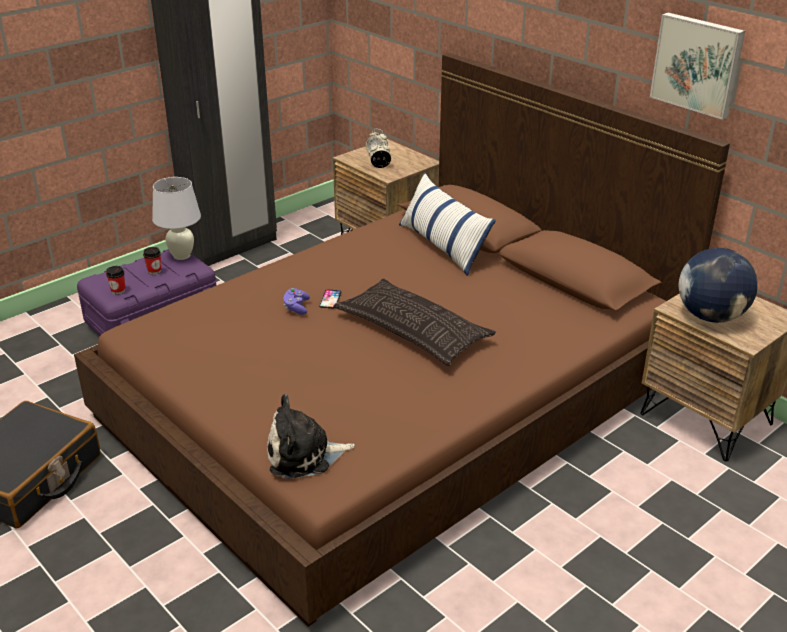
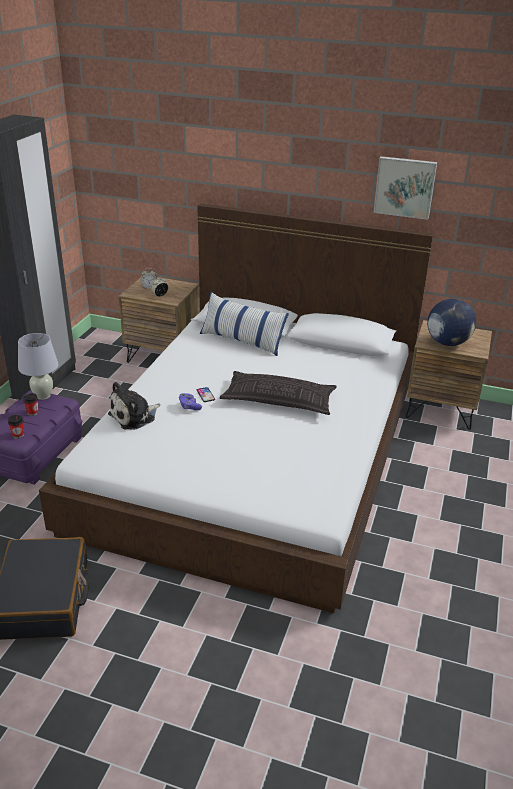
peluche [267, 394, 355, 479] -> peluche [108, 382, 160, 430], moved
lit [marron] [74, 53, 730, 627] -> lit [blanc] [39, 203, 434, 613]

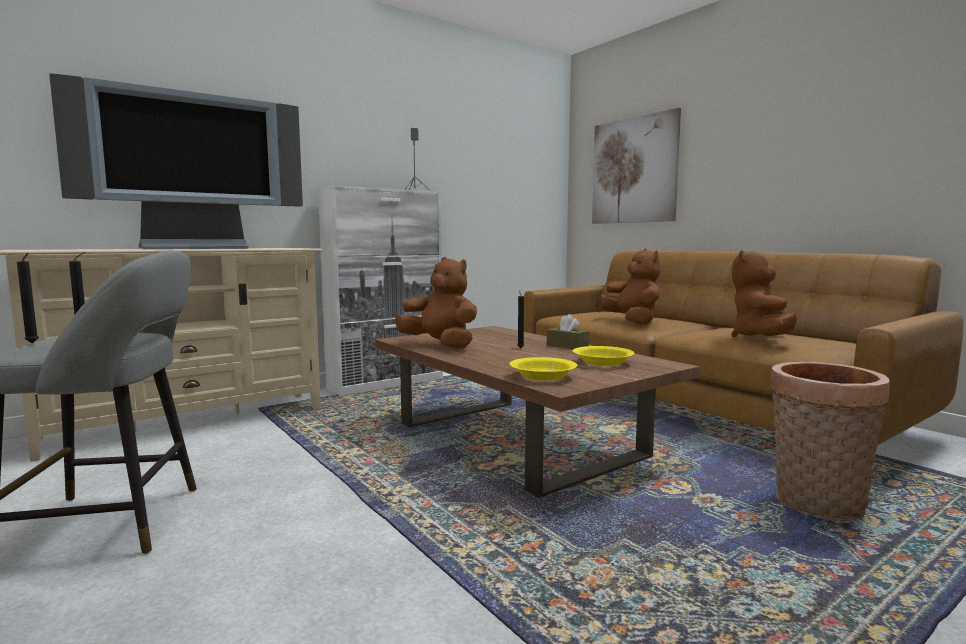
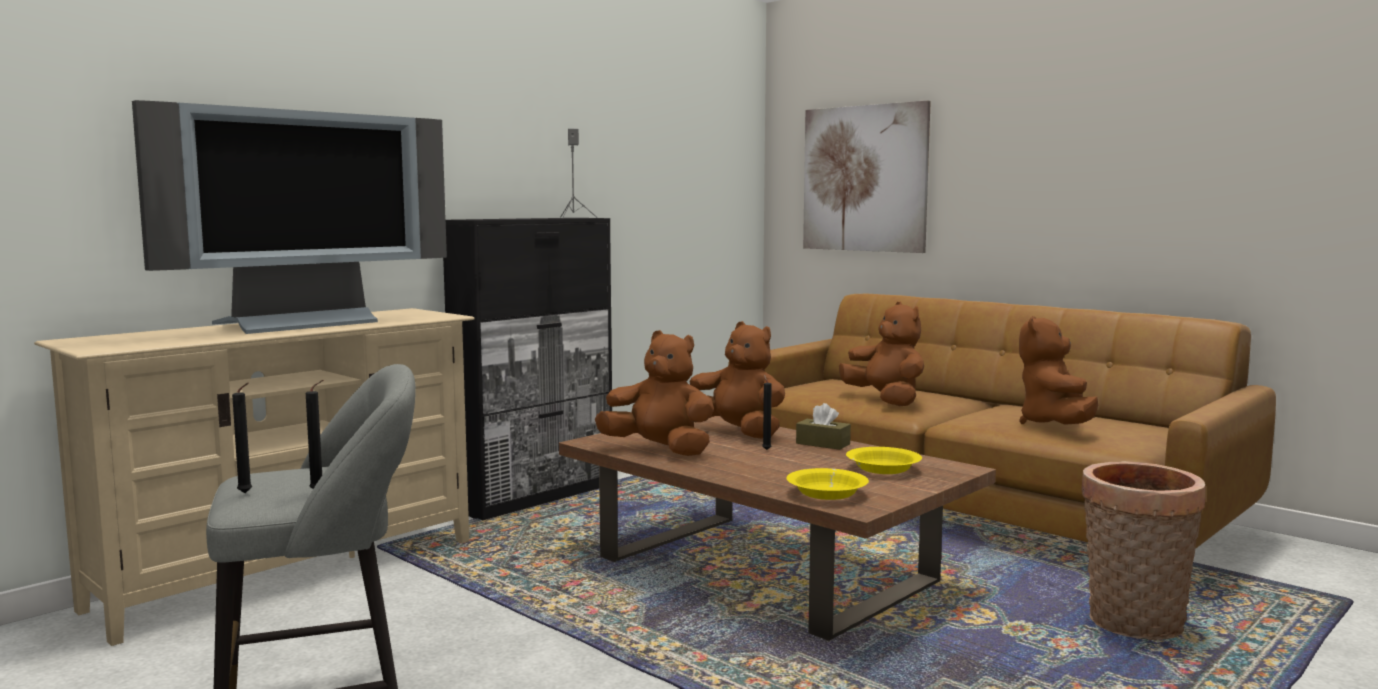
none -> peluche [marron] [689, 321, 785, 439]
meuble de rangement [blanc] [318, 185, 443, 396] -> meuble de rangement [noir] [443, 218, 612, 520]

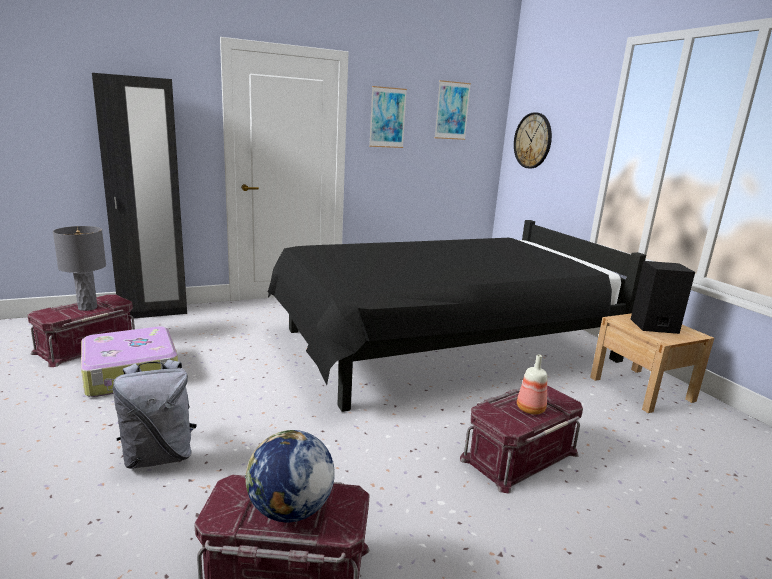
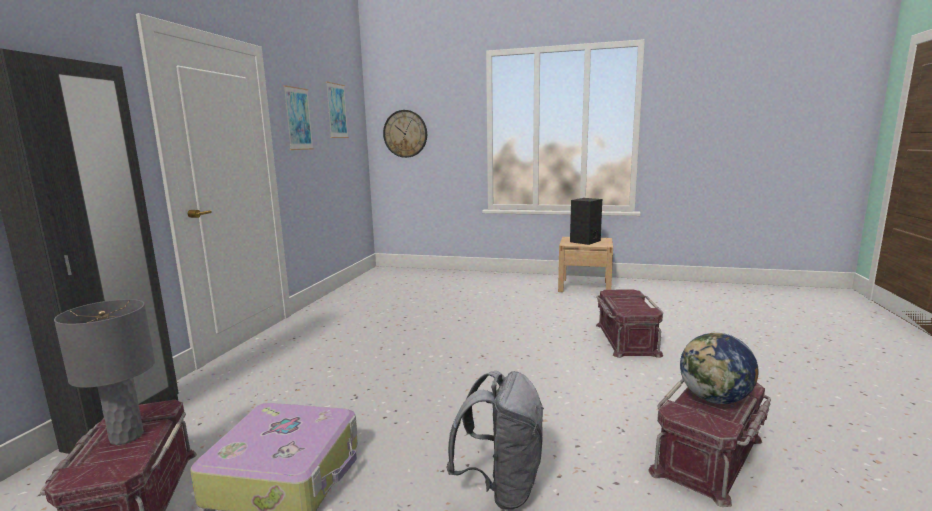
lit [noir] [268, 220, 646, 412] -> none
bouteille [517, 354, 547, 414] -> none

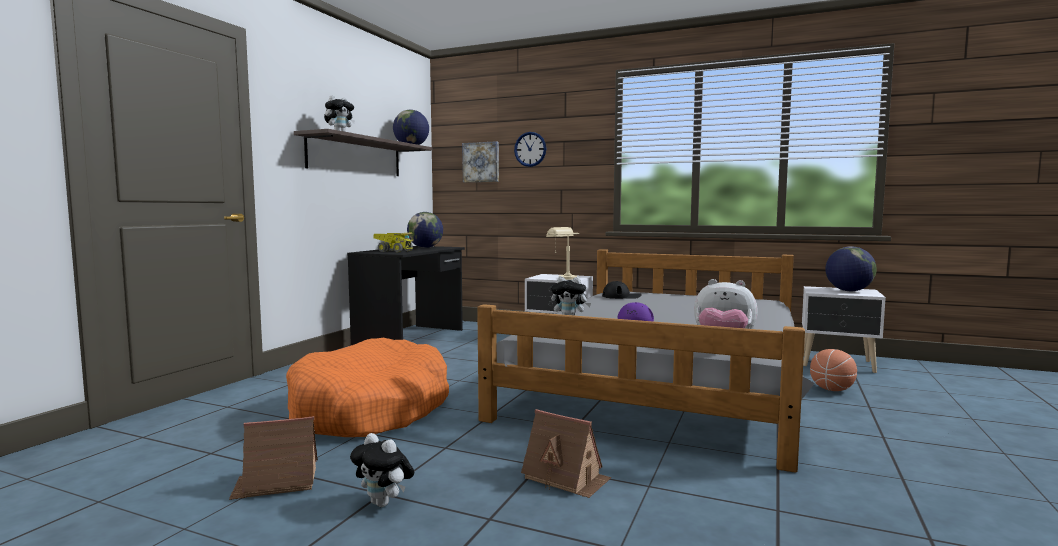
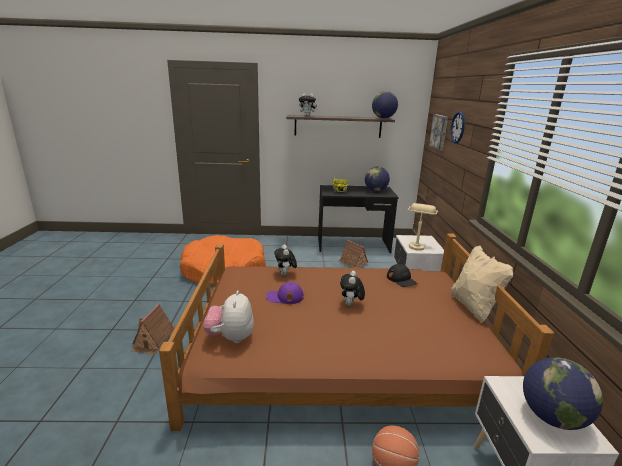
none -> coussin [beige] [451, 245, 513, 323]
maison miniature [229, 416, 318, 500] -> maison miniature [338, 240, 368, 268], moved
peluche [350, 433, 414, 507] -> peluche [340, 271, 365, 306], moved
lit [gris] [477, 249, 815, 473] -> lit [marron] [159, 233, 554, 431]

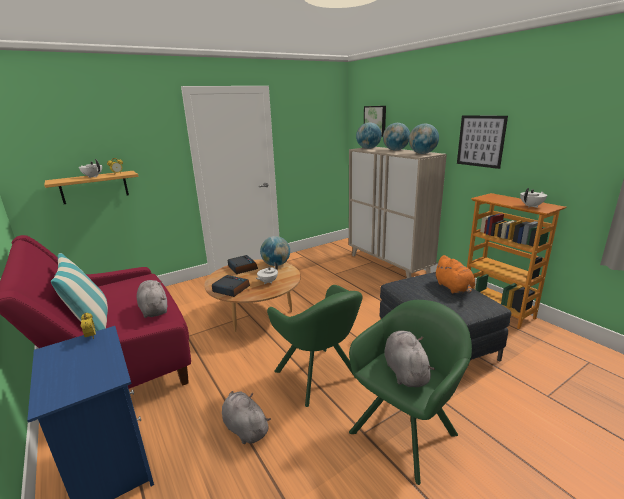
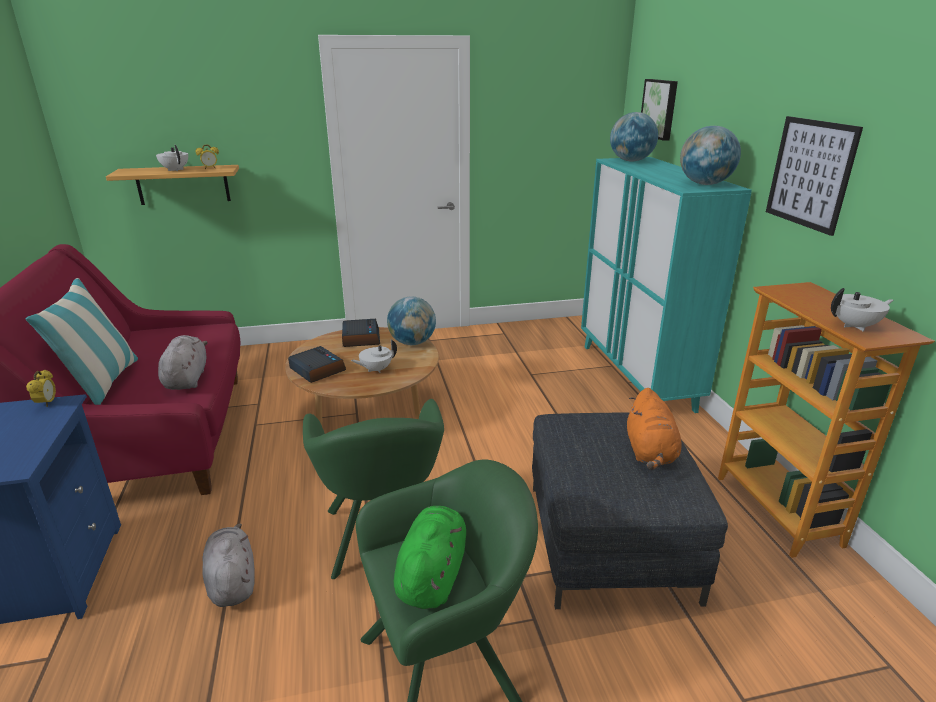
globe [383, 123, 410, 151] -> none
meuble de rangement [beige] [349, 147, 447, 278] -> meuble de rangement [turquoise] [581, 157, 752, 413]
peluche [gris] [384, 330, 435, 387] -> peluche [vert] [394, 506, 466, 609]

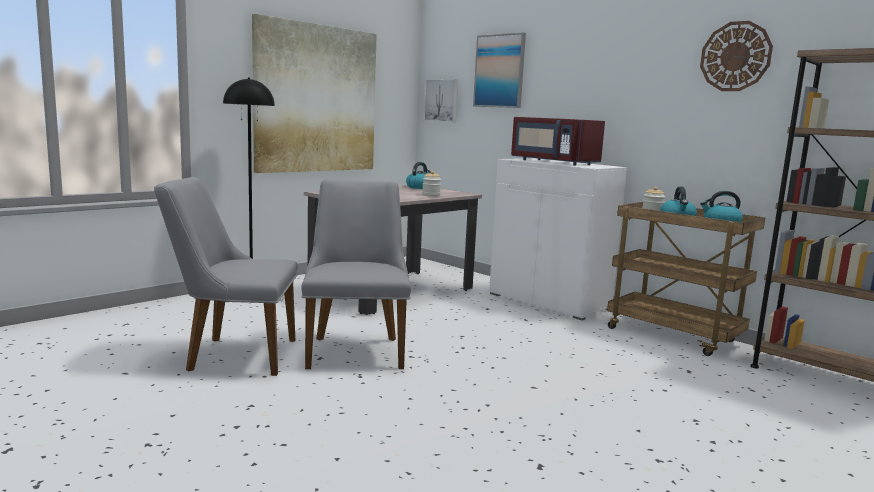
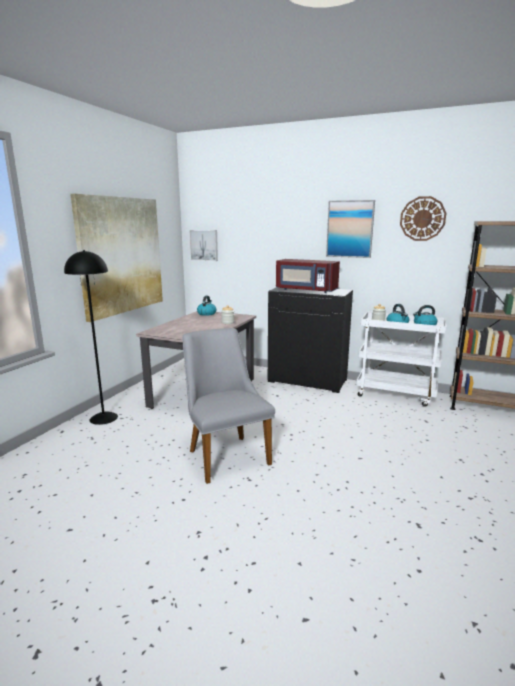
chaise [gris] [154, 177, 298, 376] -> none
tableau [473, 33, 526, 108] -> tableau [326, 200, 375, 258], moved
meuble de rangement [blanc] [489, 158, 627, 320] -> meuble de rangement [noir] [268, 288, 353, 393]
chariot [marron] [607, 202, 765, 356] -> chariot [blanc] [356, 311, 446, 407]

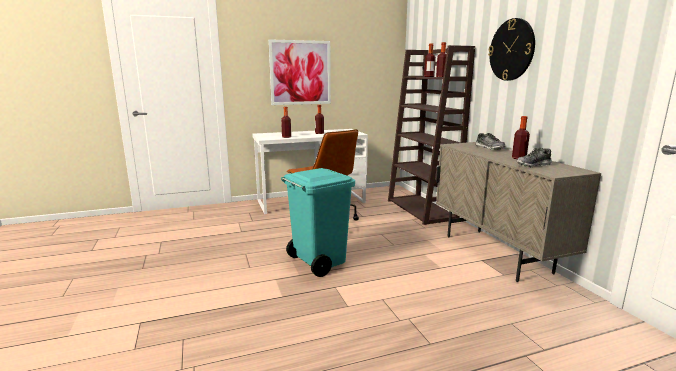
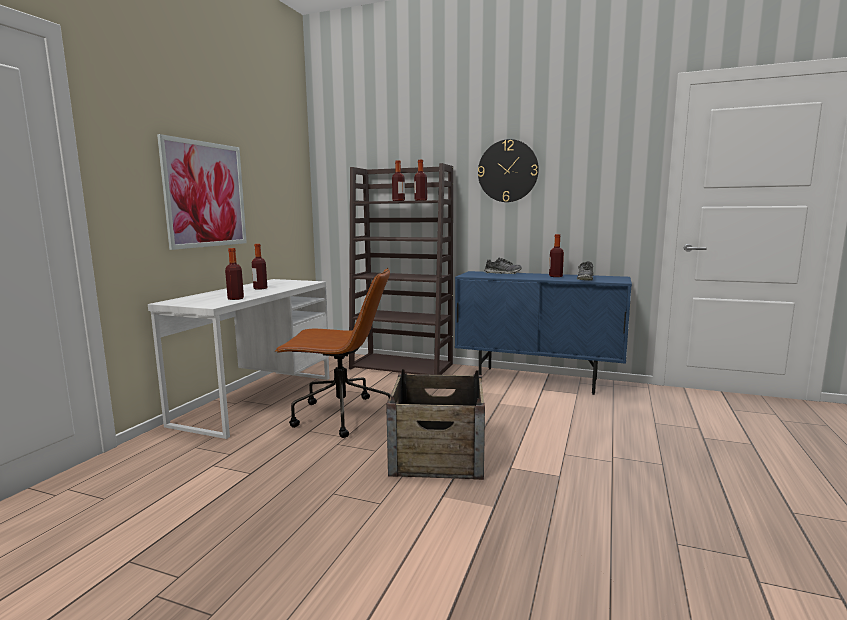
poubelle [turquoise] [281, 168, 355, 277] -> caisse [386, 369, 485, 480]
meuble de rangement [beige] [436, 142, 601, 282] -> meuble de rangement [bleu] [455, 271, 632, 395]

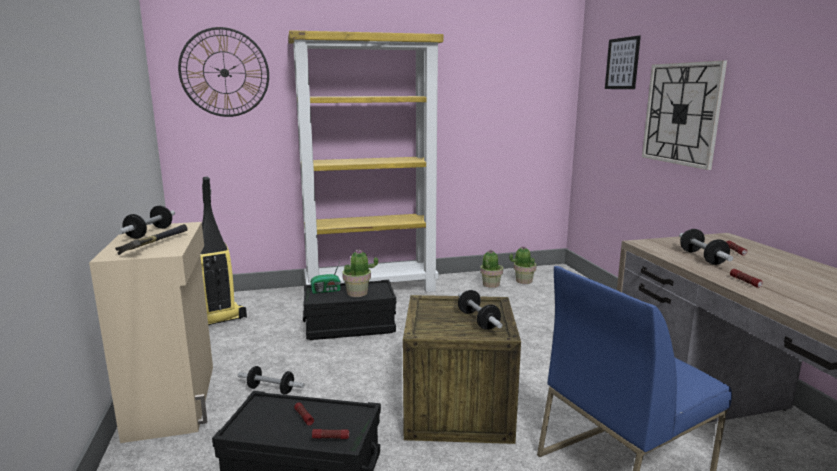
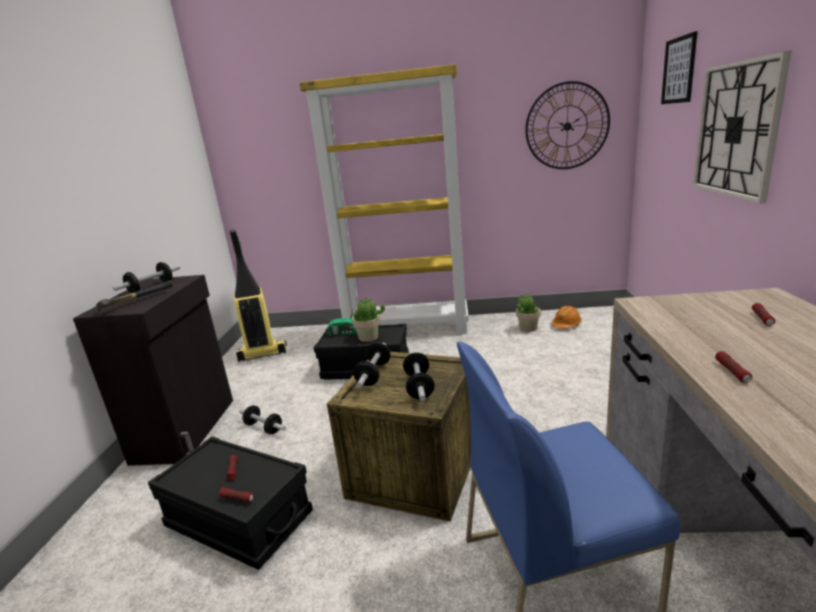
horloge murale [178, 27, 269, 117] -> horloge murale [525, 81, 610, 169], moved
haltère [679, 229, 733, 265] -> haltère [353, 342, 391, 388], moved
plante en pot [509, 246, 537, 284] -> casque de chantier [orange] [551, 306, 582, 329]
meuble de rangement [beige] [89, 222, 213, 443] -> meuble de rangement [noir] [73, 275, 233, 466]

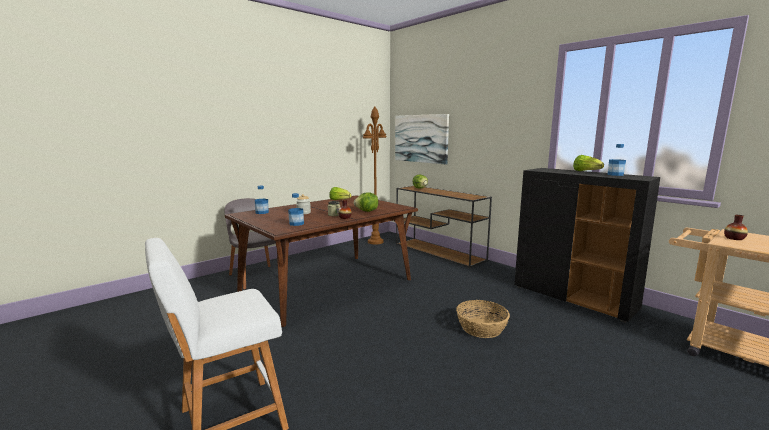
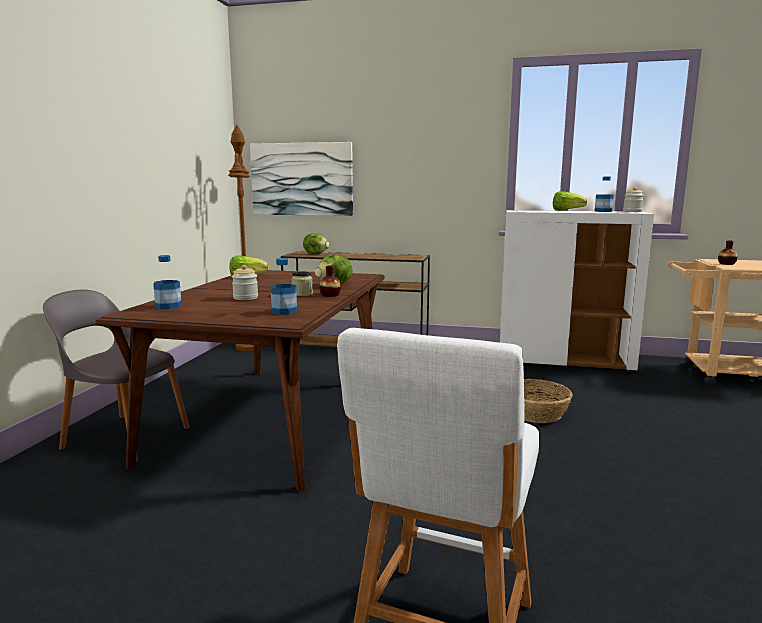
none -> bocal [623, 187, 644, 212]
meuble de rangement [noir] [514, 168, 660, 322] -> meuble de rangement [blanc] [500, 210, 654, 372]

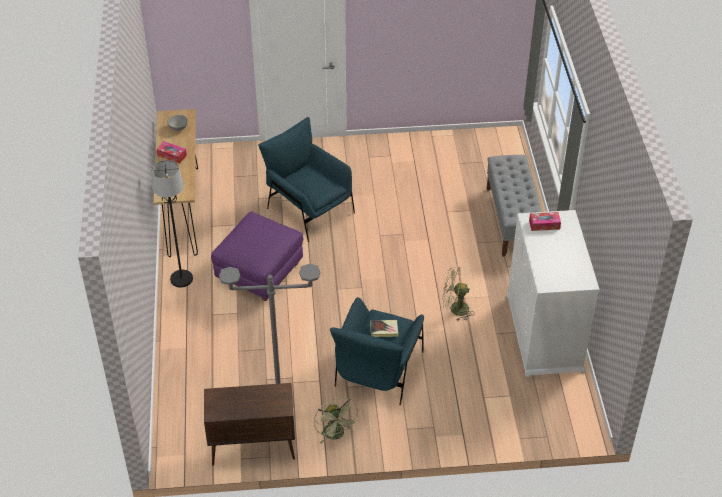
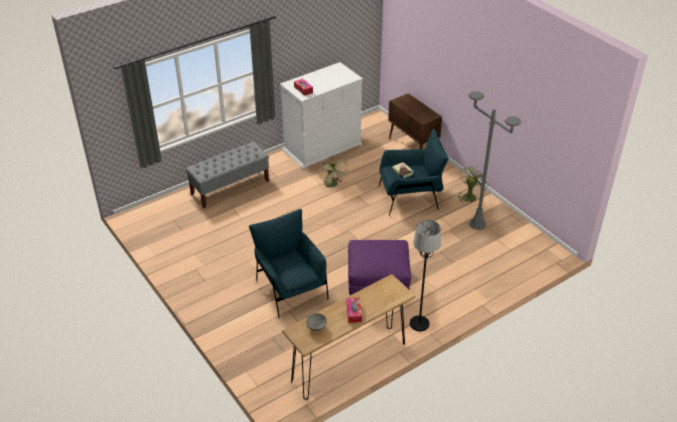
meuble de rangement [marron] [204, 383, 295, 466] -> meuble de rangement [marron] [388, 93, 442, 149], moved
fauteuil [bleu] [258, 117, 355, 242] -> fauteuil [bleu] [249, 209, 329, 318], 135 degrees clockwise

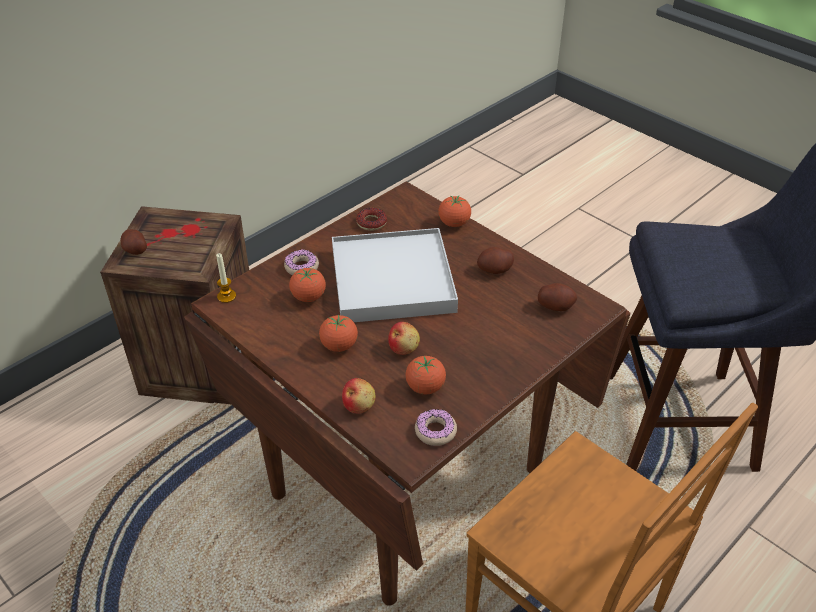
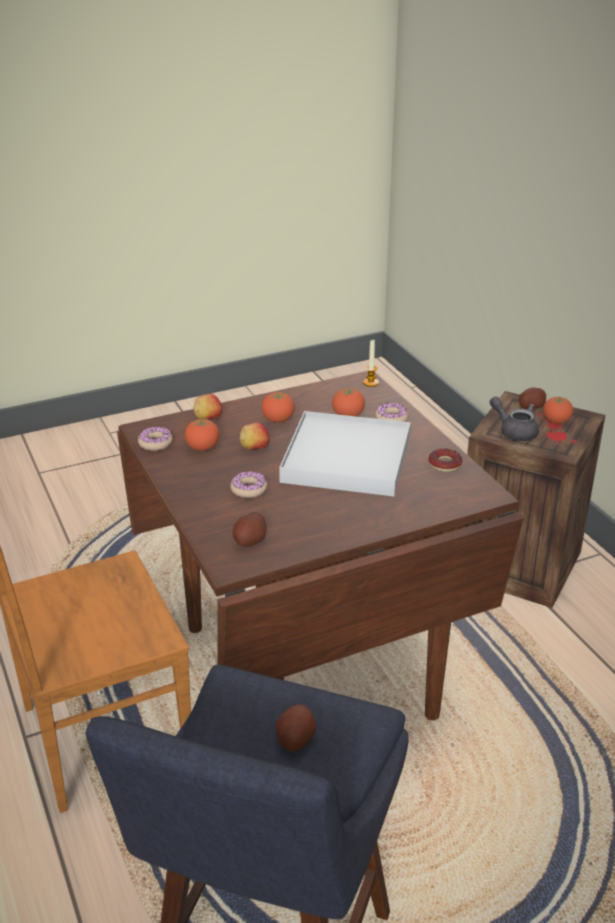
none -> beignet [230, 471, 267, 498]
none -> théière [gris] [490, 396, 539, 441]
tomate [438, 196, 471, 227] -> tomate [543, 396, 573, 424], moved
pomme de terre [477, 247, 514, 274] -> pomme de terre [275, 704, 316, 751], moved

